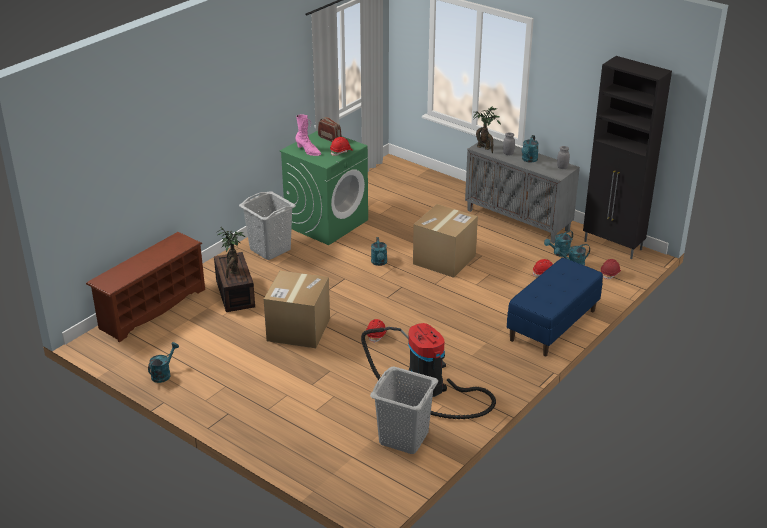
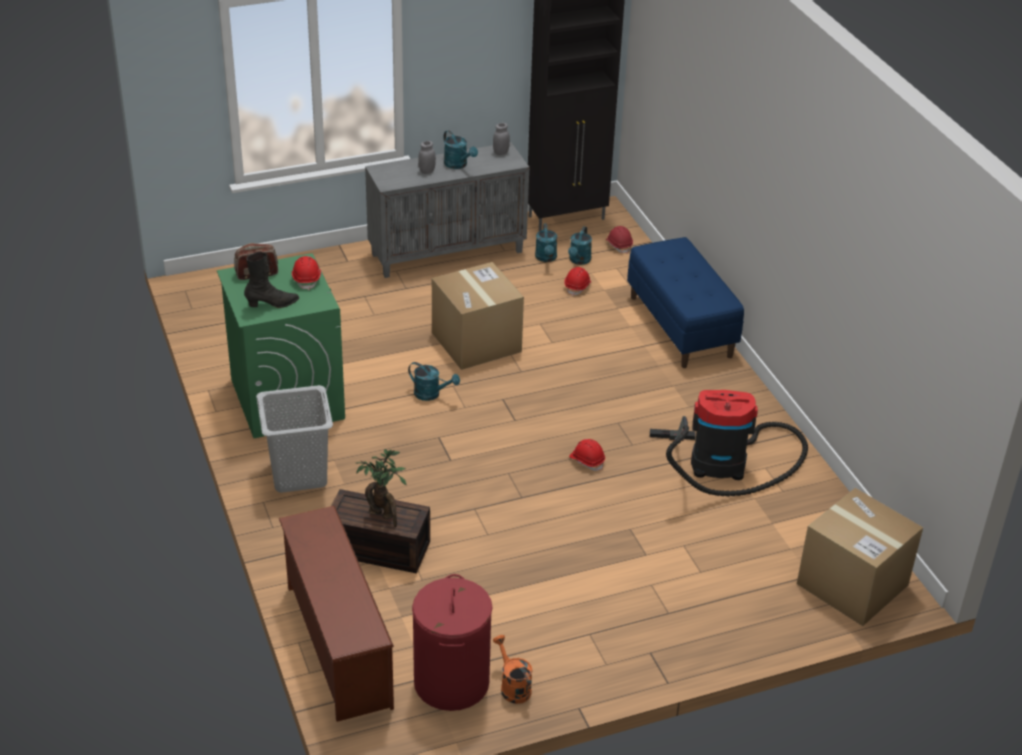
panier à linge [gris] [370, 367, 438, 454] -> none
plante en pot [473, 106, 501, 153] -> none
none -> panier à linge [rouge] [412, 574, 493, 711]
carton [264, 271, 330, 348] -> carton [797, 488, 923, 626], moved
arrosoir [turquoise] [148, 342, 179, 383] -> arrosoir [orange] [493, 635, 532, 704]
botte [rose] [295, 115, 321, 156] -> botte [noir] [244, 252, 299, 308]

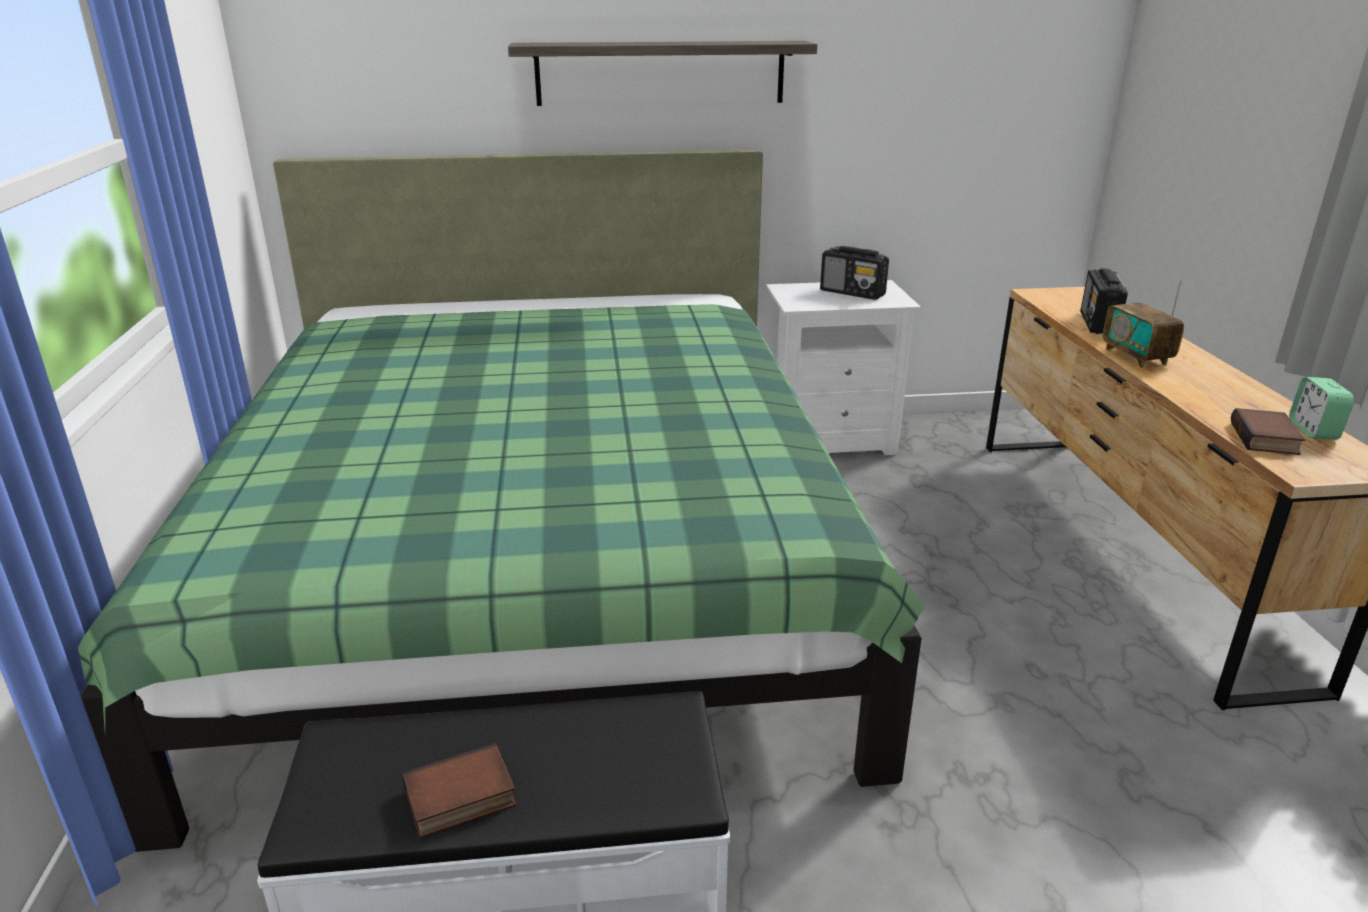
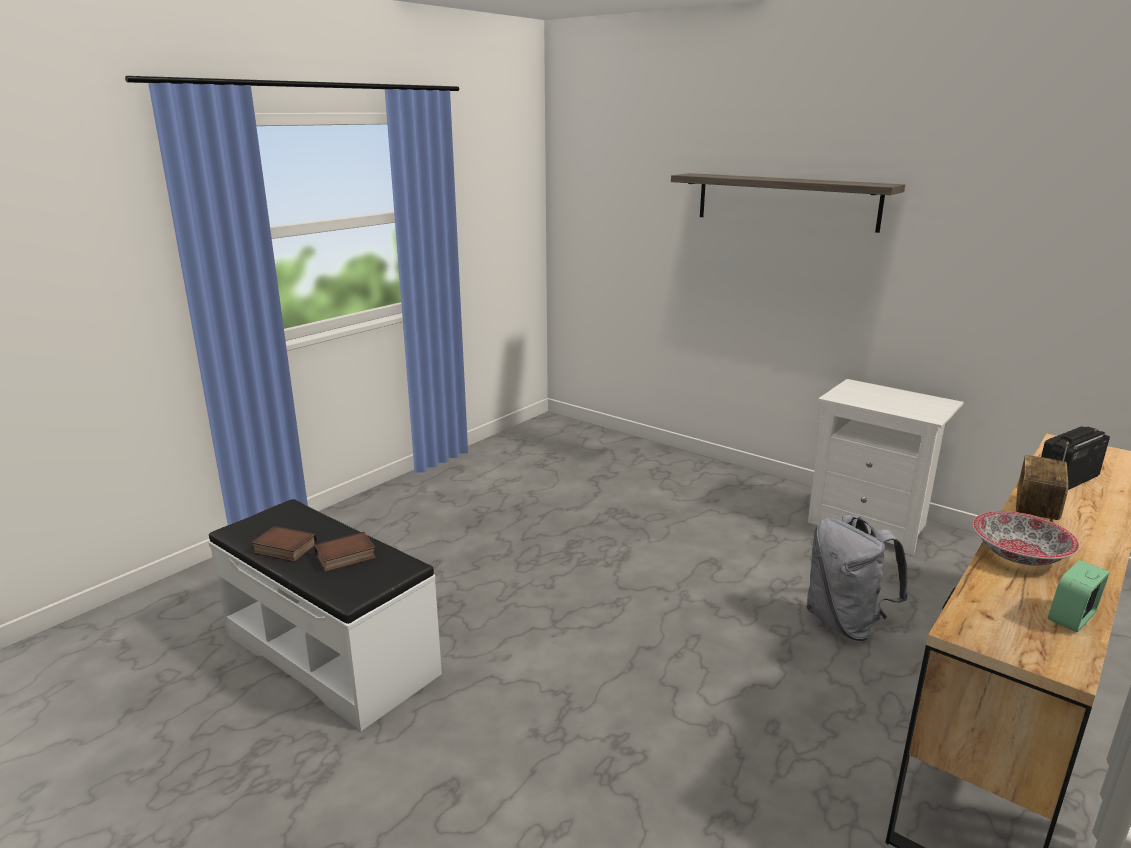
lit [vert] [78, 149, 925, 852] -> none
radio [820, 246, 889, 300] -> none
none -> sac à dos [gris] [806, 515, 908, 641]
none -> bol [972, 511, 1079, 566]
livre [1231, 408, 1305, 455] -> livre [314, 532, 376, 572], moved

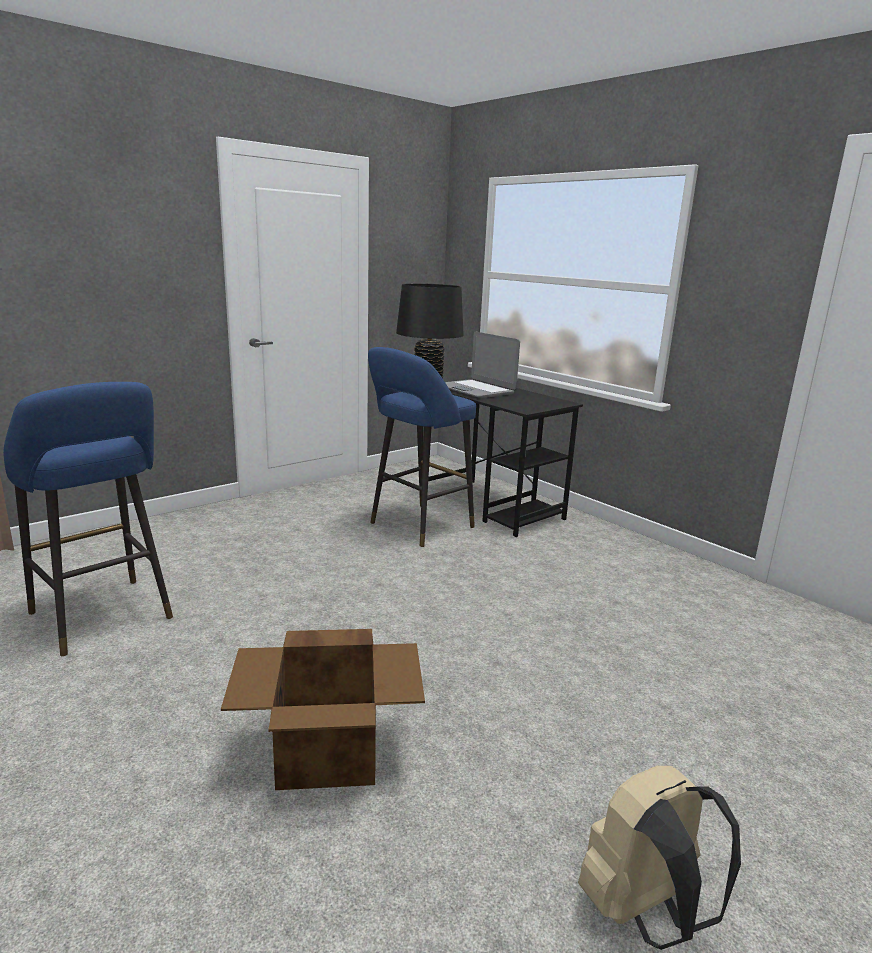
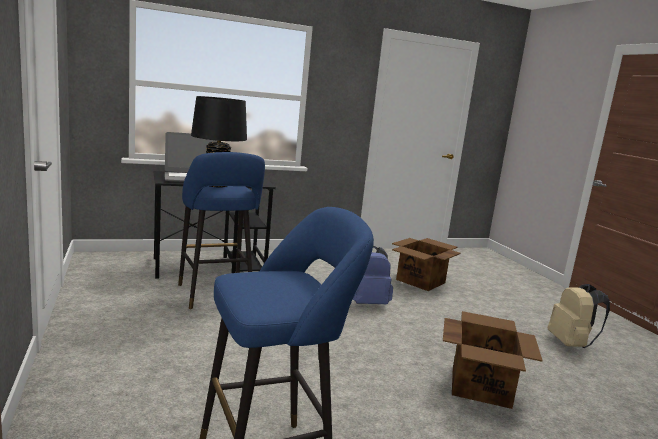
none -> sac à dos [bleu] [353, 246, 393, 304]
none -> carton [392, 238, 461, 291]

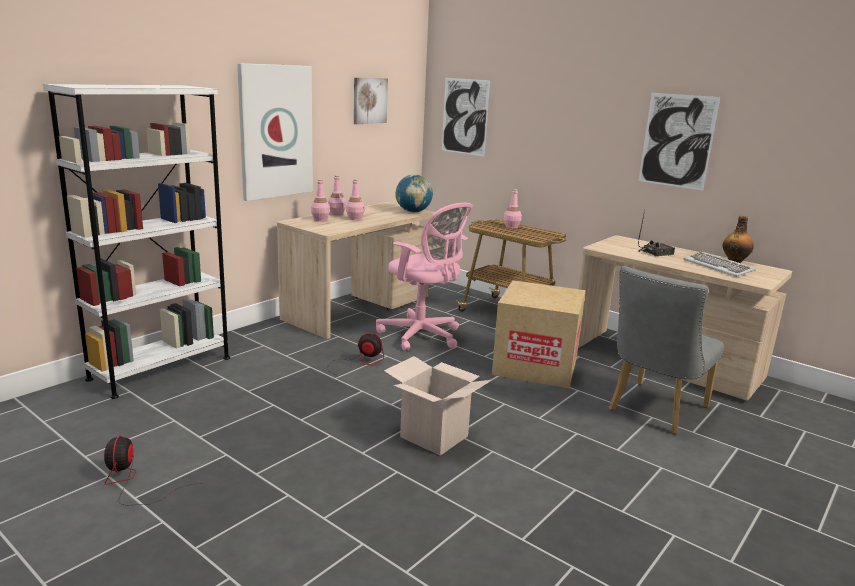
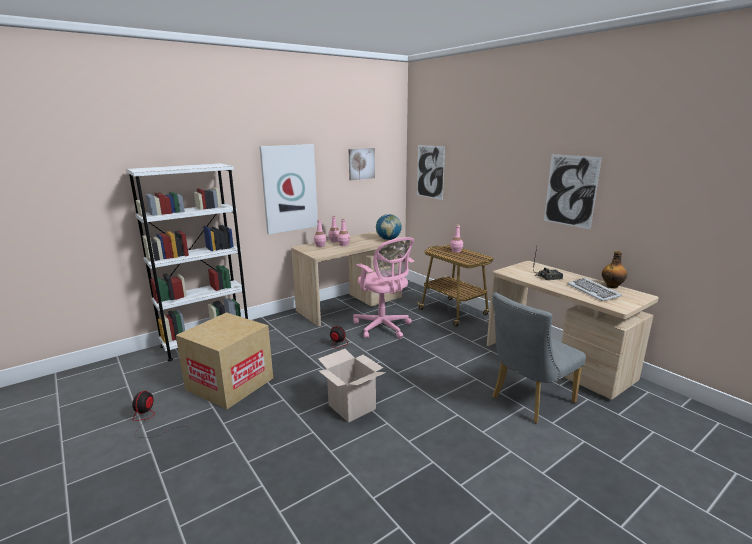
carton [492, 280, 586, 388] -> carton [176, 312, 273, 409], moved

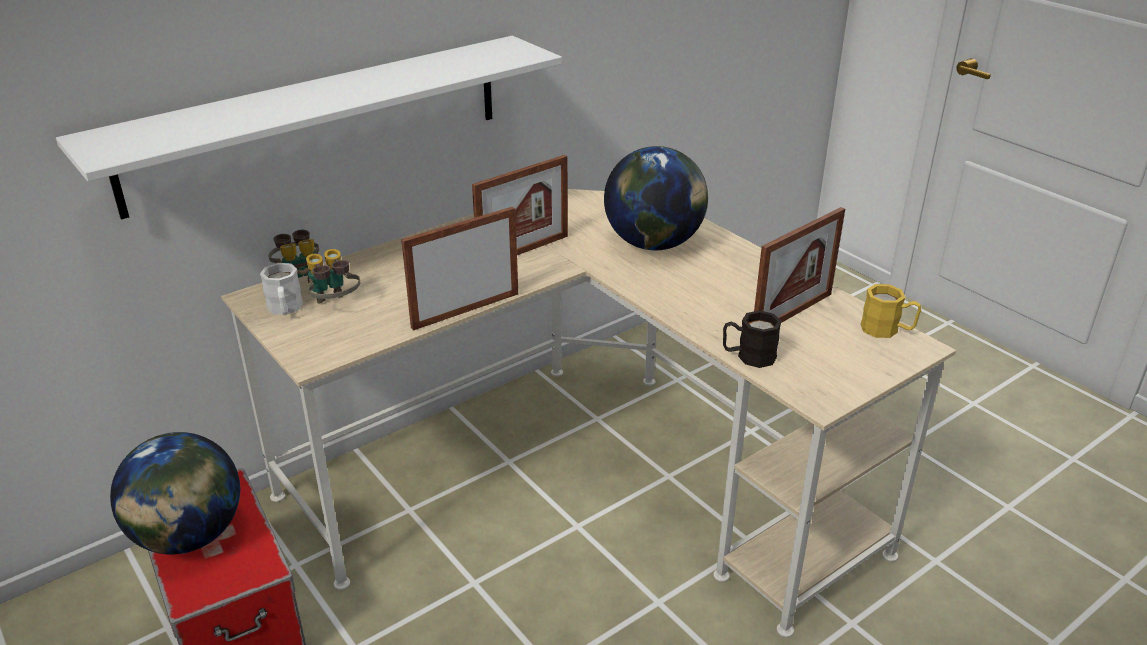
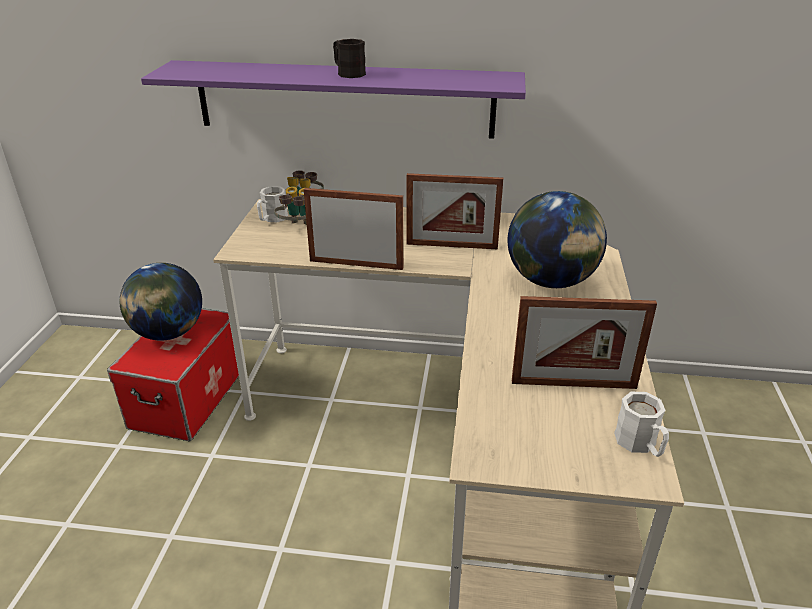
mug [noir] [723, 310, 782, 368] -> mug [noir] [333, 39, 366, 78], moved
étagère [blanc] [56, 36, 562, 220] -> étagère [violet] [141, 60, 526, 139]
mug [jaune] [861, 284, 921, 338] -> mug [blanc] [614, 392, 669, 457]

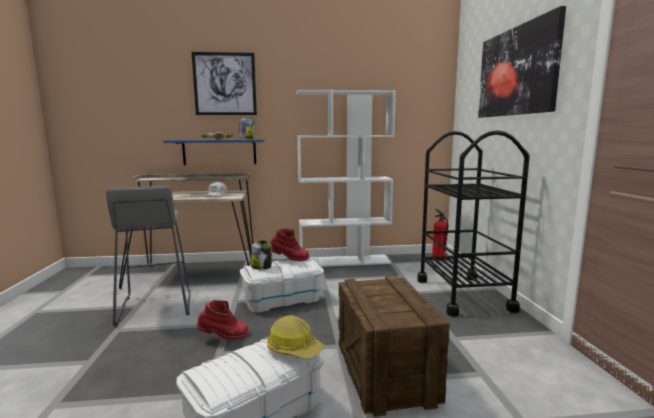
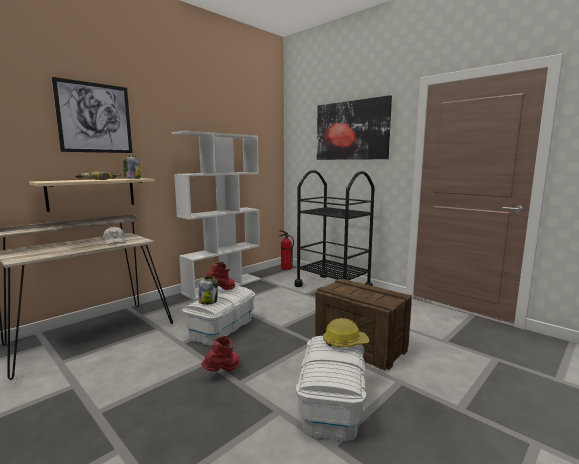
tabouret [gris] [106, 186, 191, 326] -> none
étagère [bleu] [163, 139, 265, 165] -> étagère [beige] [29, 178, 155, 212]

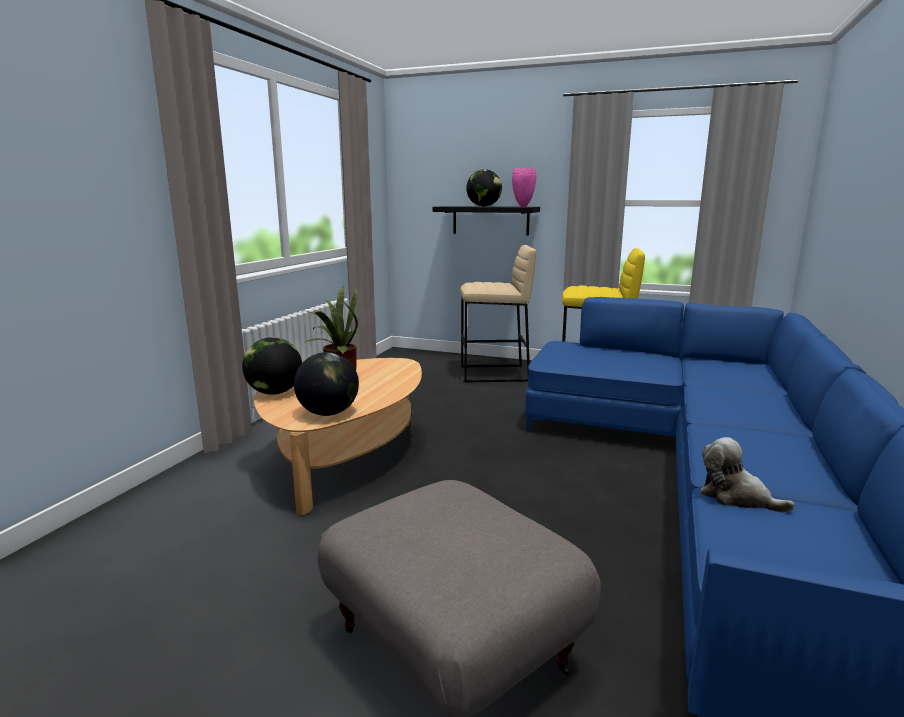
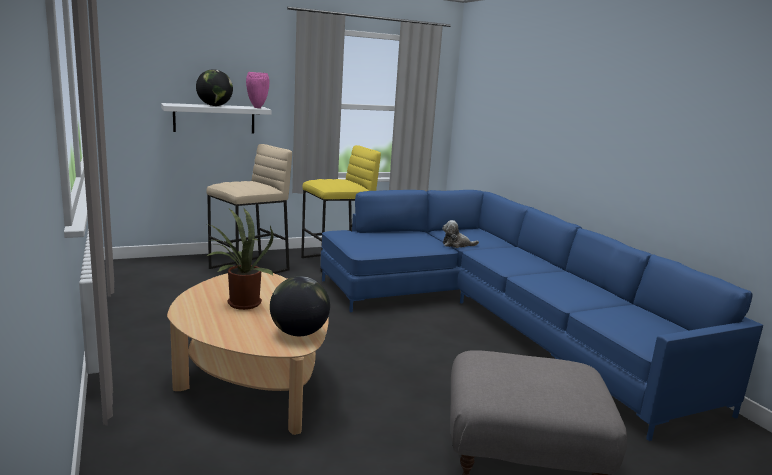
globe [242, 337, 302, 395] -> none
peluche [700, 437, 795, 513] -> peluche [442, 220, 479, 248], moved
étagère [noir] [433, 206, 540, 235] -> étagère [blanc] [161, 103, 271, 134]

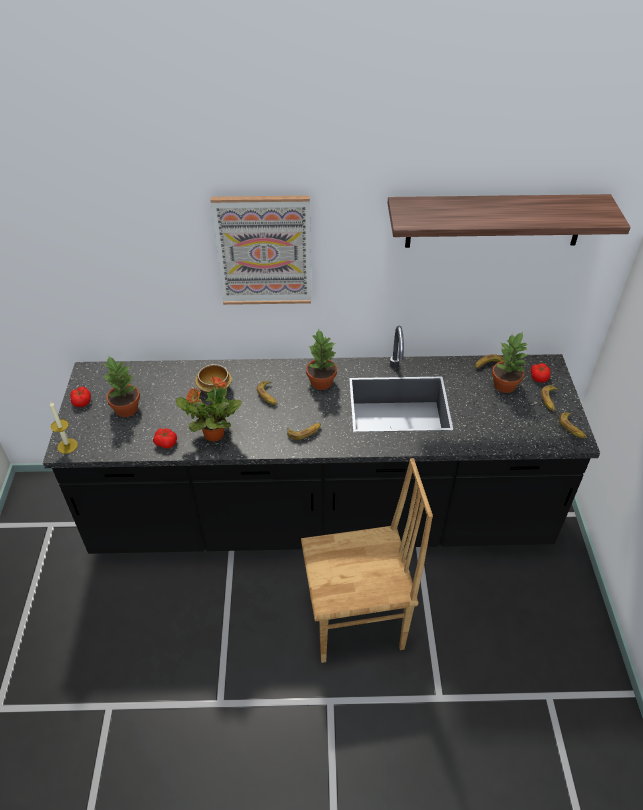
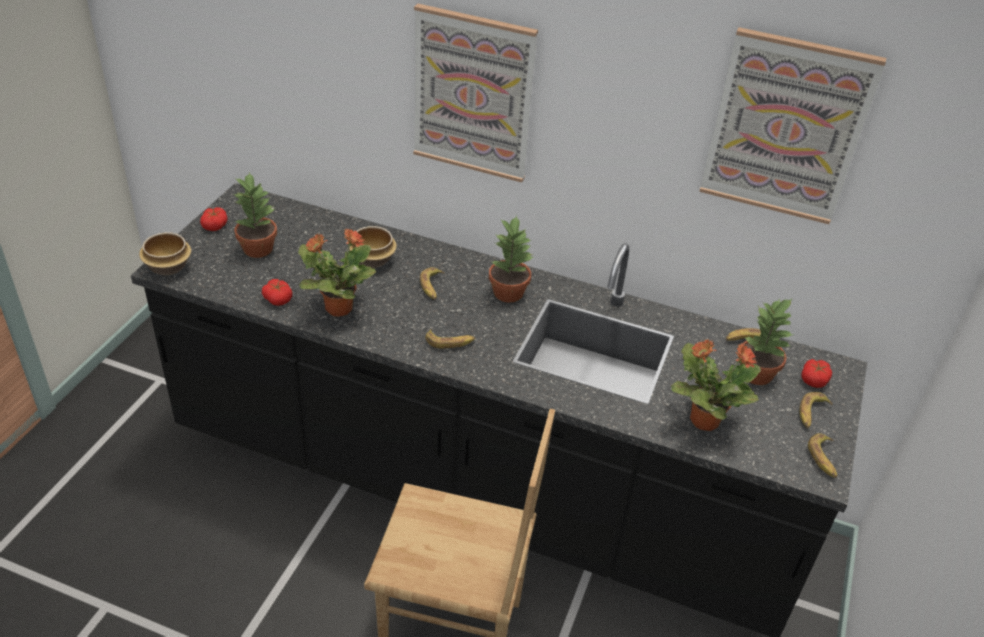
none -> plante en pot [671, 339, 761, 431]
bougie [49, 401, 78, 454] -> bol [139, 232, 191, 275]
étagère [387, 194, 631, 248] -> tableau [699, 27, 886, 224]

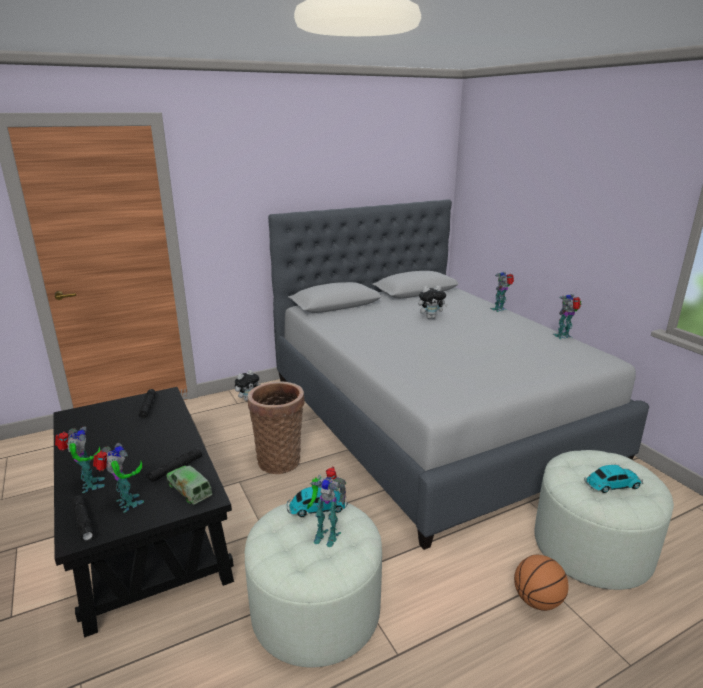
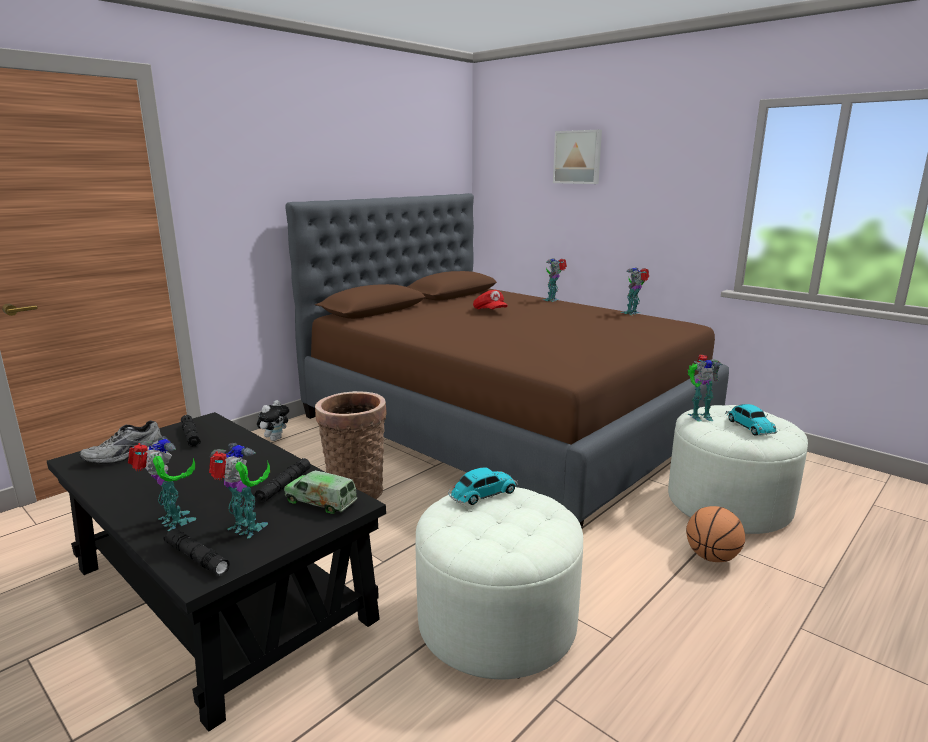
none -> chaussure [gris] [79, 420, 161, 464]
none -> tableau [553, 130, 602, 184]
robot jouet [307, 467, 346, 547] -> robot jouet [688, 354, 723, 421], moved
peluche [418, 286, 448, 319] -> casquette [rouge] [473, 290, 507, 309]
lit [gris] [268, 199, 649, 550] -> lit [marron] [286, 193, 729, 528]
petite voiture [584, 465, 643, 493] -> petite voiture [725, 404, 777, 436], 105 degrees clockwise

